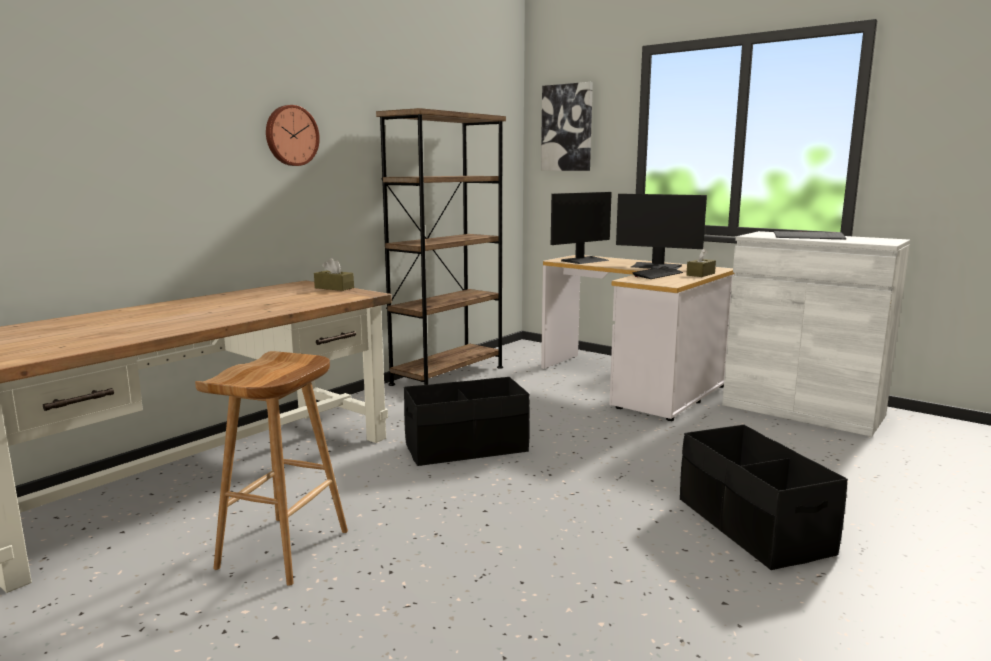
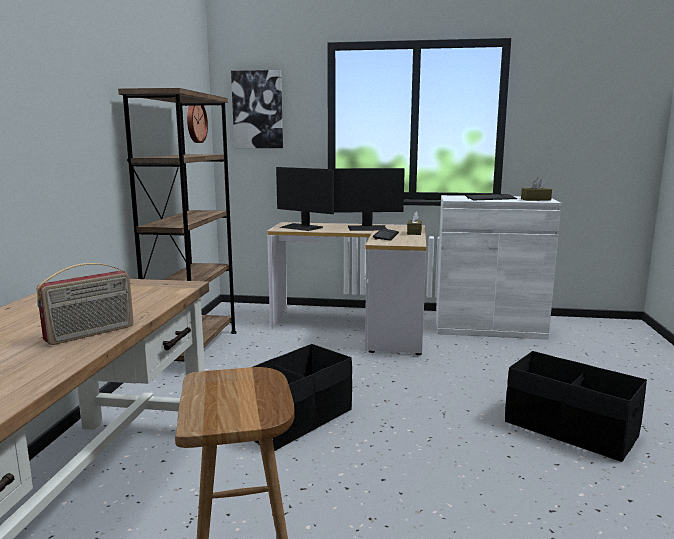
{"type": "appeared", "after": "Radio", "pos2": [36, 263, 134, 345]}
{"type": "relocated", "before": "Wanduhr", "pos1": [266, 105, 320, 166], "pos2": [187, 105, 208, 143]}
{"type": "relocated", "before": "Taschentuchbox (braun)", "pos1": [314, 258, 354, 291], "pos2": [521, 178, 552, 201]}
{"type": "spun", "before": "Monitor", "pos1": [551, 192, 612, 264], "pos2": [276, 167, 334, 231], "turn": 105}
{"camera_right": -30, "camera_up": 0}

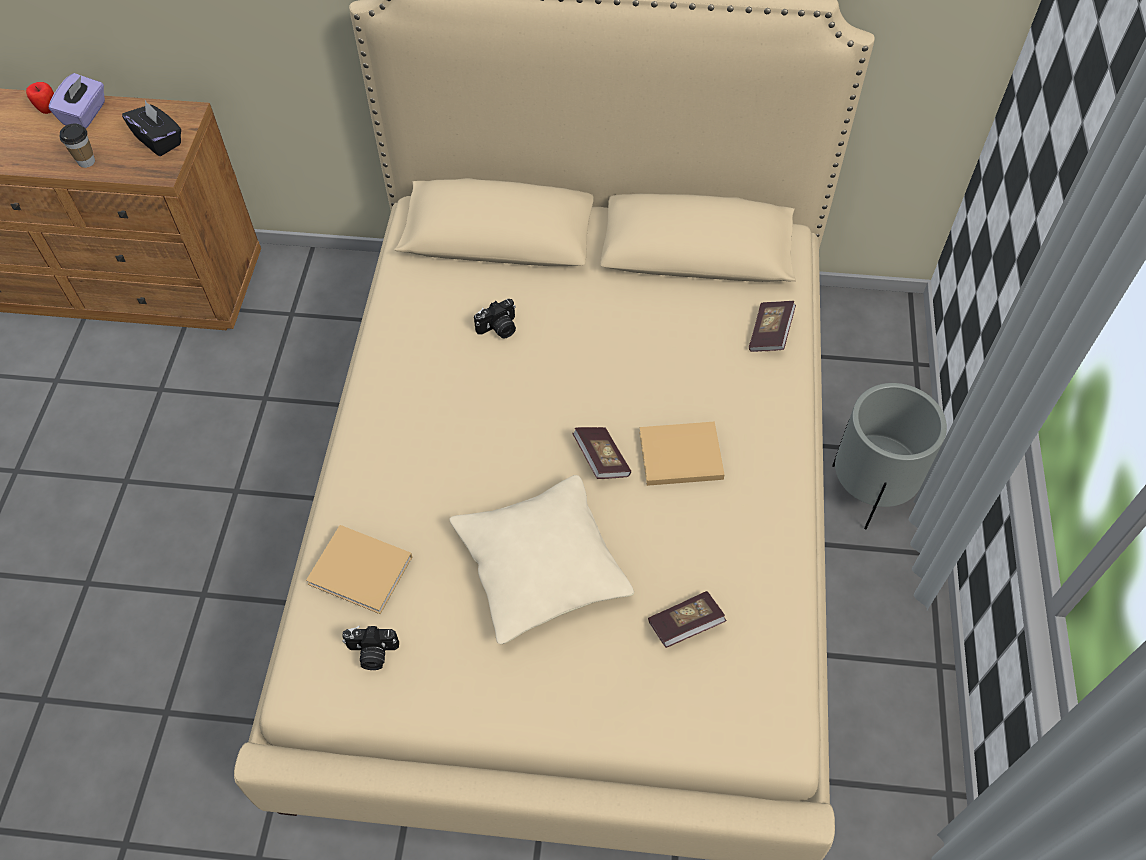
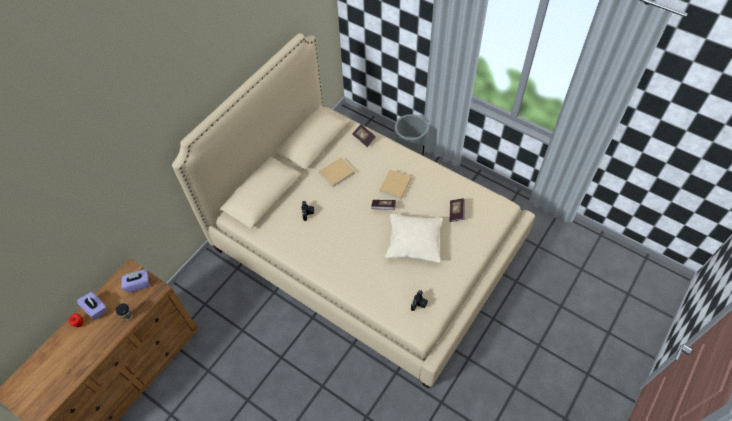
{"type": "relocated", "before": "Buch (beige)", "pos1": [306, 525, 412, 614], "pos2": [319, 157, 355, 187]}
{"type": "colour", "before": "Taschentuchbox (schwarz)", "after": "Taschentuchbox (lila)", "pos1": [122, 100, 181, 156], "pos2": [121, 270, 149, 292]}
{"camera_right": -60, "camera_up": 0}

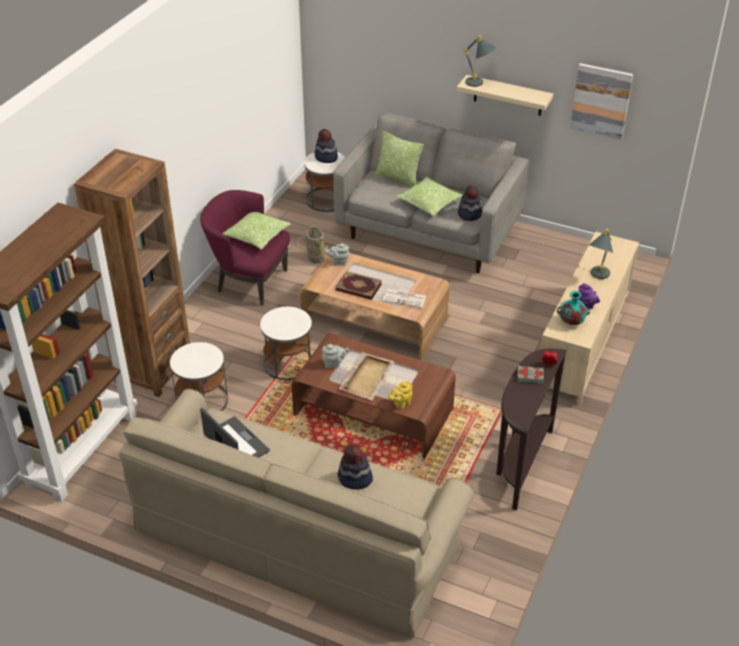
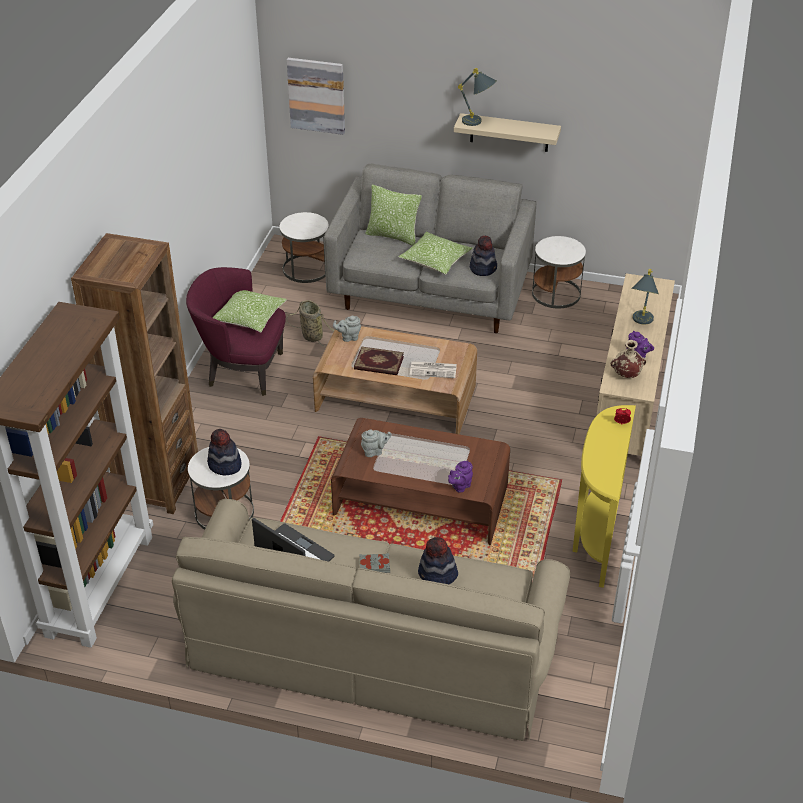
{"type": "missing", "before": "Tablett (beige)", "pos1": [339, 352, 395, 400]}
{"type": "relocated", "before": "Beistelltisch (weiß)", "pos1": [260, 307, 312, 380], "pos2": [532, 236, 586, 309]}
{"type": "relocated", "before": "Hut", "pos1": [315, 129, 338, 163], "pos2": [207, 429, 242, 475]}
{"type": "relocated", "before": "Buch (grau)", "pos1": [517, 366, 544, 384], "pos2": [359, 553, 390, 573]}
{"type": "relocated", "before": "Bild", "pos1": [570, 63, 633, 140], "pos2": [287, 58, 345, 135]}
{"type": "colour", "before": "Teekanne (gelb)", "after": "Teekanne (lila)", "pos1": [388, 381, 412, 409], "pos2": [448, 460, 473, 493]}
{"type": "colour", "before": "Konsolentisch (braun)", "after": "Konsolentisch (gelb)", "pos1": [496, 348, 567, 510], "pos2": [572, 405, 636, 588]}
{"type": "colour", "before": "Vase (türkis)", "after": "Vase (beige)", "pos1": [557, 291, 590, 325], "pos2": [610, 340, 646, 378]}
{"camera_right": -10, "camera_up": 0}

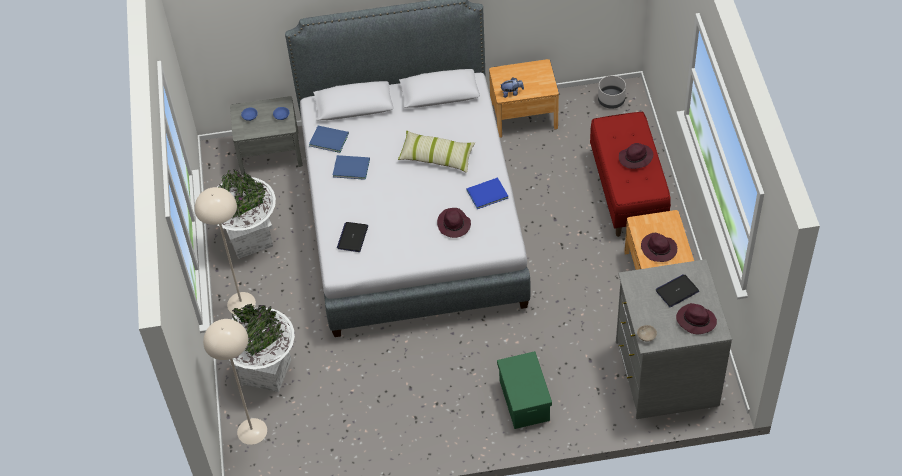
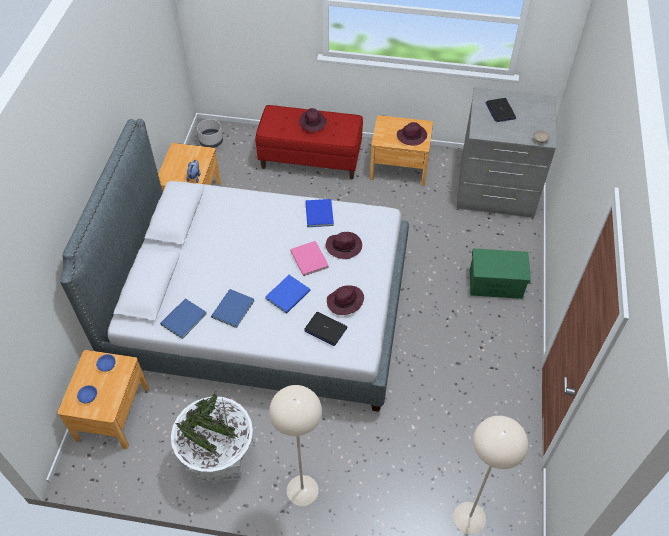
{"type": "missing", "before": "Pflanzkübel (weiß)", "pos1": [229, 304, 295, 392]}
{"type": "missing", "before": "Kissen", "pos1": [398, 131, 475, 173]}
{"type": "appeared", "after": "Buch (blau)", "pos2": [265, 275, 310, 314]}
{"type": "appeared", "after": "Buch (rosa)", "pos2": [290, 241, 329, 276]}
{"type": "relocated", "before": "Hut (lila)", "pos1": [676, 303, 717, 334], "pos2": [327, 285, 364, 315]}
{"type": "colour", "before": "Nachttisch (grau)", "after": "Nachttisch (braun)", "pos1": [230, 96, 303, 175], "pos2": [58, 350, 149, 449]}
{"camera_right": -75, "camera_up": 0}

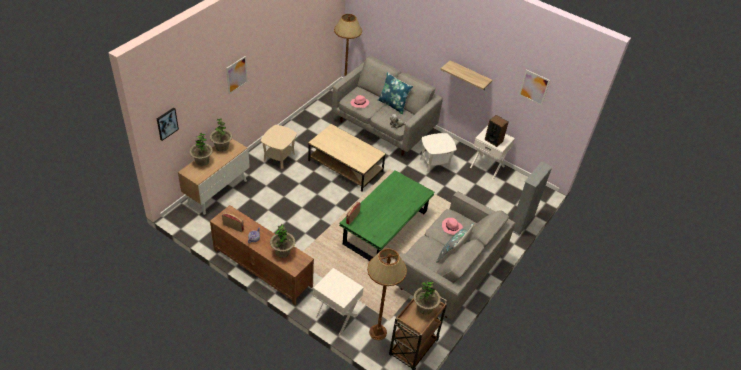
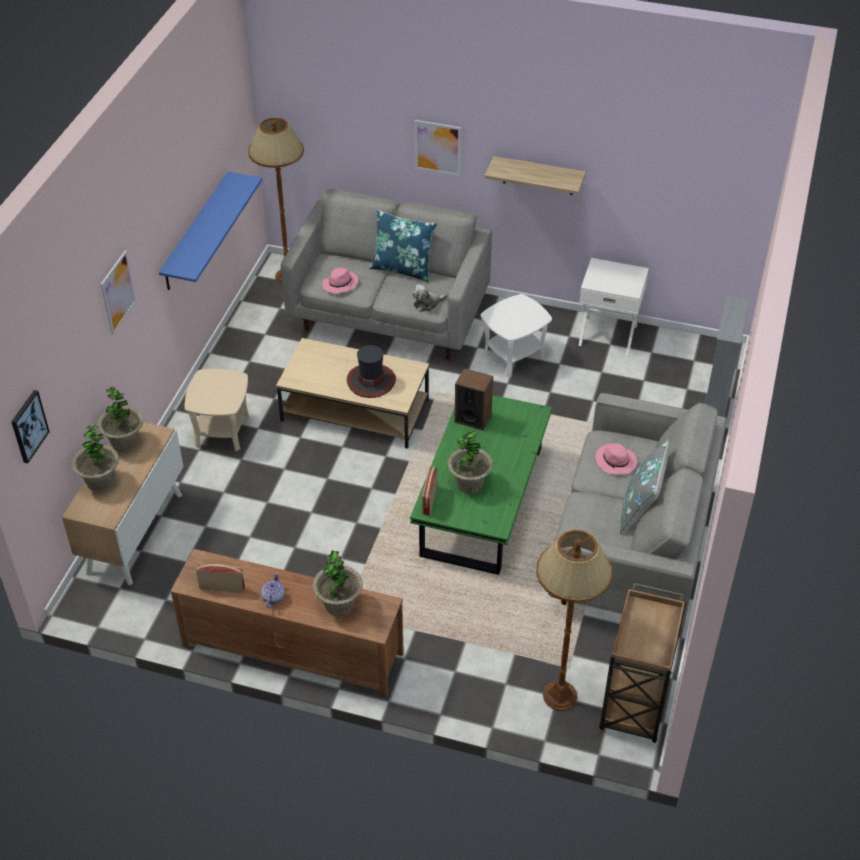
{"type": "missing", "before": "Nachttisch (weiß)", "pos1": [313, 268, 364, 335]}
{"type": "appeared", "after": "Wandregal (blau)", "pos2": [159, 171, 262, 290]}
{"type": "appeared", "after": "Hut", "pos2": [347, 345, 396, 398]}
{"type": "relocated", "before": "Topfpflanze", "pos1": [414, 280, 441, 315], "pos2": [448, 431, 493, 493]}
{"type": "relocated", "before": "Lautsprecher", "pos1": [485, 115, 509, 147], "pos2": [454, 368, 493, 431]}
{"type": "relocated", "before": "Bild", "pos1": [519, 70, 550, 106], "pos2": [415, 120, 461, 176]}
{"camera_right": -15, "camera_up": 0}

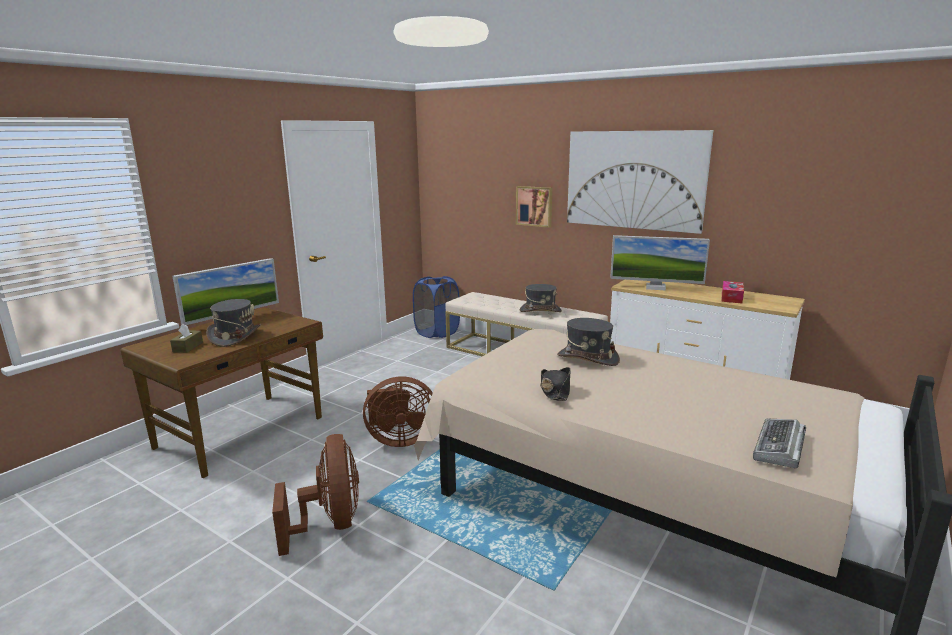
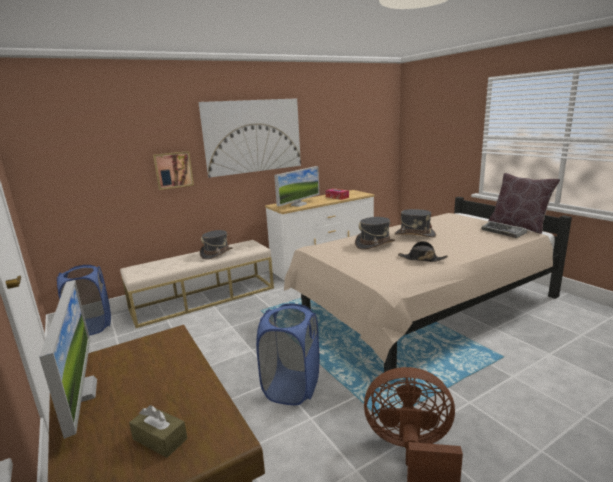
{"type": "appeared", "after": "Kissen (braun)", "pos2": [489, 173, 560, 234]}
{"type": "relocated", "before": "Hut (grau)", "pos1": [206, 299, 261, 347], "pos2": [395, 209, 436, 237]}
{"type": "exchanged", "before": "Ventilator (braun)", "after": "Wäschekorb (blau)", "pos1": [363, 376, 433, 447], "pos2": [256, 304, 320, 405]}
{"camera_right": -65, "camera_up": 0}

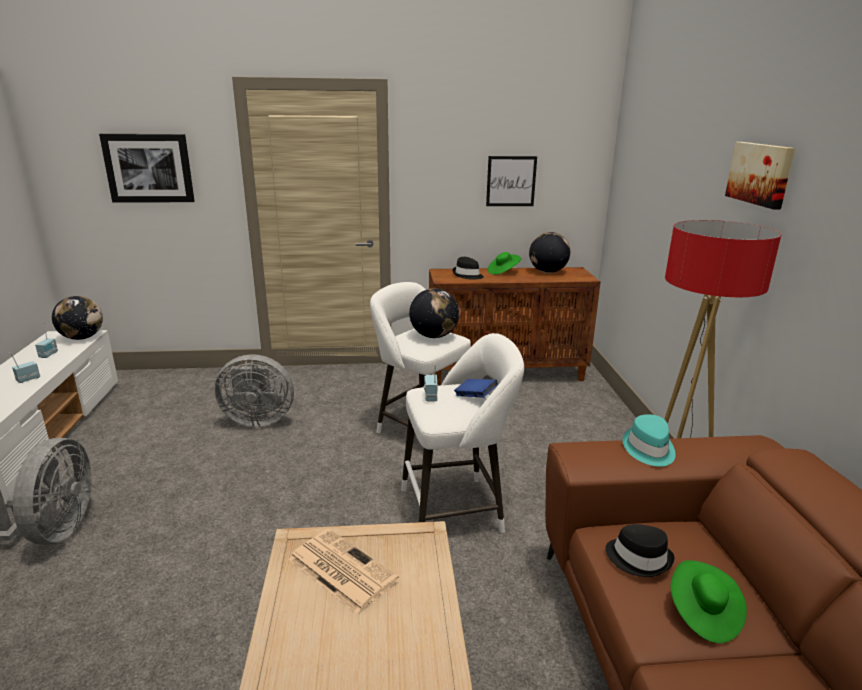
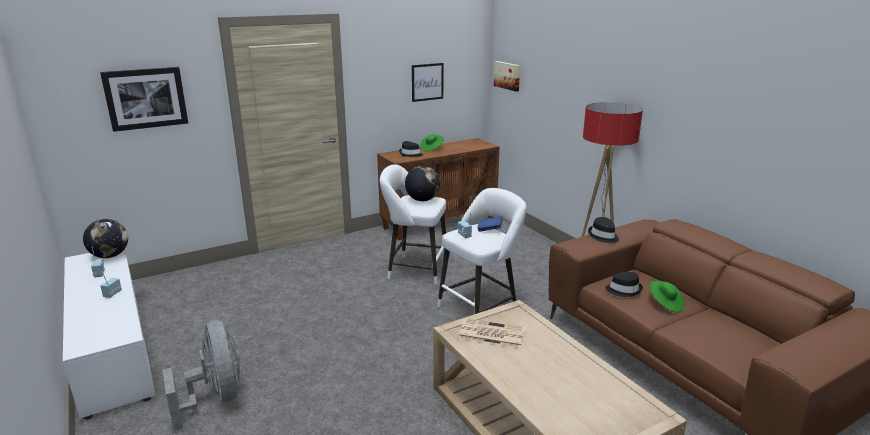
{"type": "missing", "before": "Ventilator (grau)", "pos1": [215, 354, 294, 427]}
{"type": "missing", "before": "Globus", "pos1": [529, 232, 570, 273]}
{"type": "relocated", "before": "Bild", "pos1": [725, 142, 795, 209], "pos2": [494, 61, 520, 92]}
{"type": "colour", "before": "Hut (türkis)", "after": "Hut (schwarz)", "pos1": [622, 414, 676, 467], "pos2": [588, 217, 619, 243]}
{"camera_right": -25, "camera_up": 0}

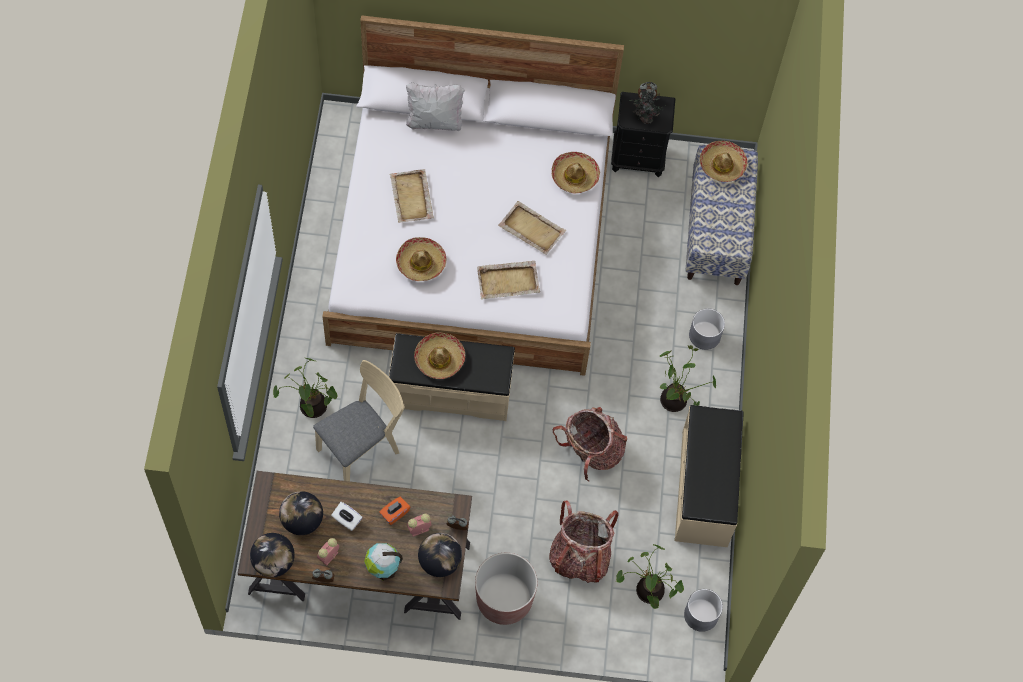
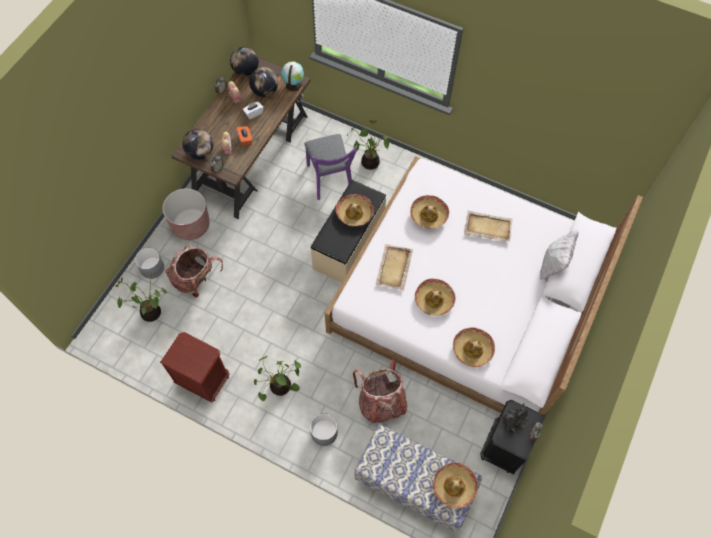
{"type": "relocated", "before": "Globus", "pos1": [364, 543, 403, 581], "pos2": [281, 61, 304, 92]}
{"type": "relocated", "before": "Rucksack", "pos1": [552, 407, 627, 481], "pos2": [353, 358, 407, 423]}
{"type": "relocated", "before": "Pflanzkübel (grau)", "pos1": [684, 589, 723, 632], "pos2": [135, 248, 164, 279]}
{"type": "exchanged", "before": "Tablett (beige)", "after": "Hut", "pos1": [498, 201, 566, 255], "pos2": [415, 279, 455, 316]}
{"type": "exchanged", "before": "Bank (beige)", "after": "Nachttisch (braun)", "pos1": [674, 405, 744, 547], "pos2": [160, 332, 230, 402]}
{"type": "colour", "before": "Stuhl (beige)", "after": "Stuhl (lila)", "pos1": [313, 360, 405, 481], "pos2": [304, 134, 358, 200]}
{"camera_right": 115, "camera_up": 0}

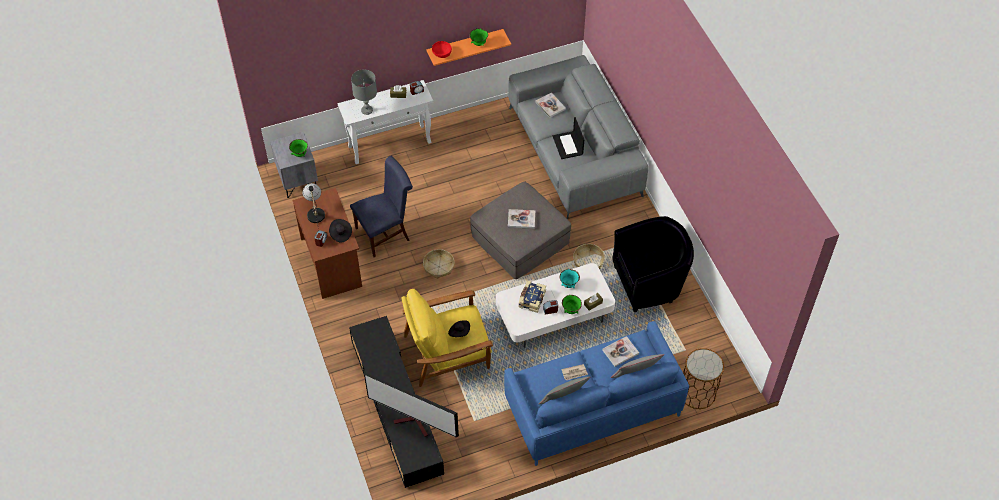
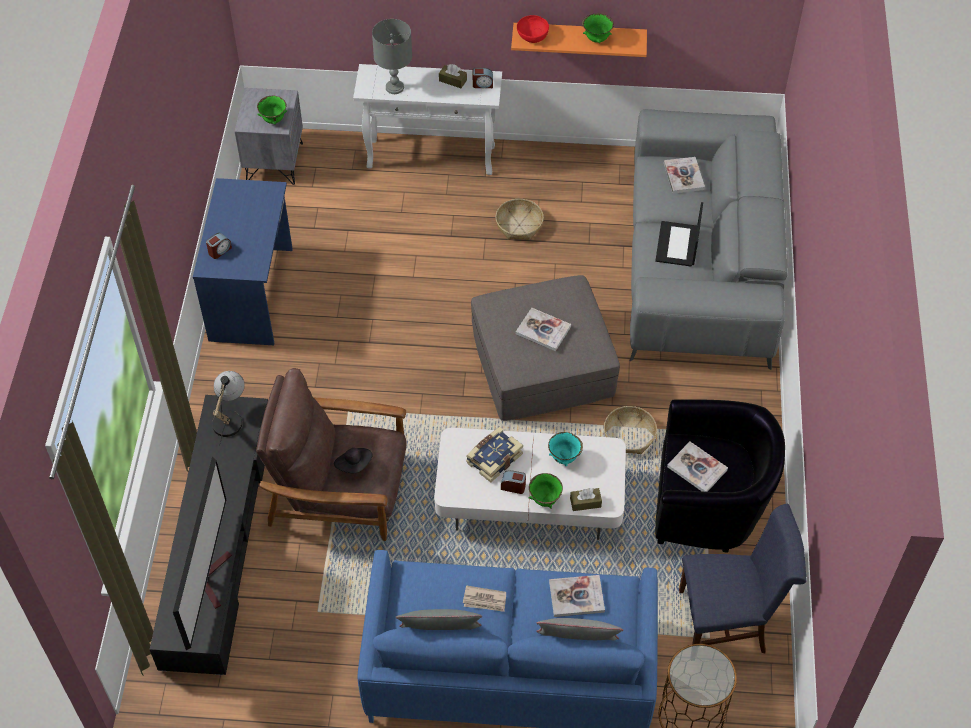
{"type": "missing", "before": "Hut (schwarz)", "pos1": [329, 219, 352, 242]}
{"type": "appeared", "after": "Buch", "pos2": [667, 441, 728, 492]}
{"type": "relocated", "before": "Tischlampe", "pos1": [303, 183, 325, 225], "pos2": [212, 371, 245, 446]}
{"type": "relocated", "before": "Stuhl (blau)", "pos1": [350, 156, 413, 257], "pos2": [679, 504, 806, 653]}
{"type": "relocated", "before": "Korb", "pos1": [423, 249, 455, 279], "pos2": [495, 199, 544, 240]}
{"type": "colour", "before": "Schreibtisch (braun)", "after": "Schreibtisch (blau)", "pos1": [293, 188, 362, 299], "pos2": [193, 178, 293, 345]}
{"type": "colour", "before": "Sessel (gelb)", "after": "Sessel (braun)", "pos1": [401, 289, 493, 387], "pos2": [256, 368, 406, 541]}
{"type": "spun", "before": "Fernseher", "pos1": [364, 372, 459, 437], "pos2": [173, 457, 232, 650], "turn": -135}
{"camera_right": 25, "camera_up": 0}

